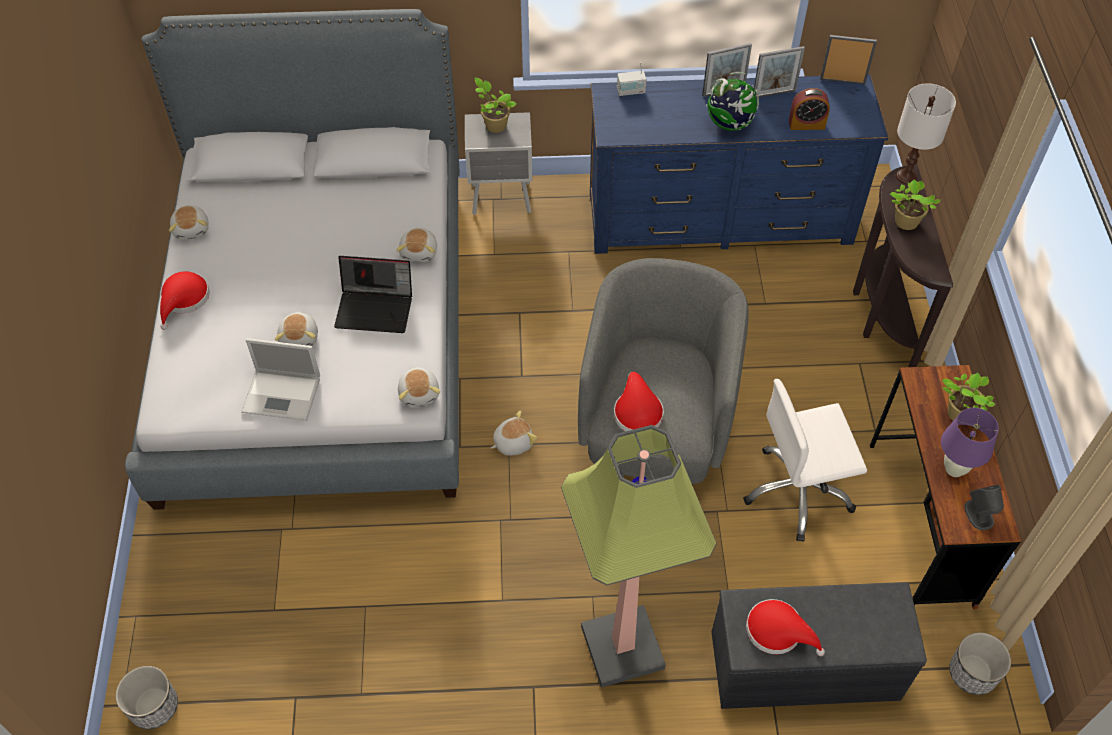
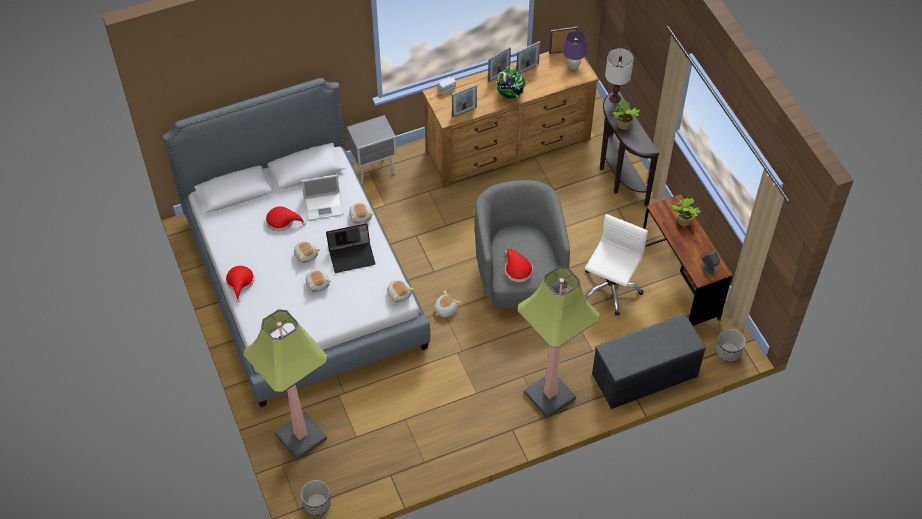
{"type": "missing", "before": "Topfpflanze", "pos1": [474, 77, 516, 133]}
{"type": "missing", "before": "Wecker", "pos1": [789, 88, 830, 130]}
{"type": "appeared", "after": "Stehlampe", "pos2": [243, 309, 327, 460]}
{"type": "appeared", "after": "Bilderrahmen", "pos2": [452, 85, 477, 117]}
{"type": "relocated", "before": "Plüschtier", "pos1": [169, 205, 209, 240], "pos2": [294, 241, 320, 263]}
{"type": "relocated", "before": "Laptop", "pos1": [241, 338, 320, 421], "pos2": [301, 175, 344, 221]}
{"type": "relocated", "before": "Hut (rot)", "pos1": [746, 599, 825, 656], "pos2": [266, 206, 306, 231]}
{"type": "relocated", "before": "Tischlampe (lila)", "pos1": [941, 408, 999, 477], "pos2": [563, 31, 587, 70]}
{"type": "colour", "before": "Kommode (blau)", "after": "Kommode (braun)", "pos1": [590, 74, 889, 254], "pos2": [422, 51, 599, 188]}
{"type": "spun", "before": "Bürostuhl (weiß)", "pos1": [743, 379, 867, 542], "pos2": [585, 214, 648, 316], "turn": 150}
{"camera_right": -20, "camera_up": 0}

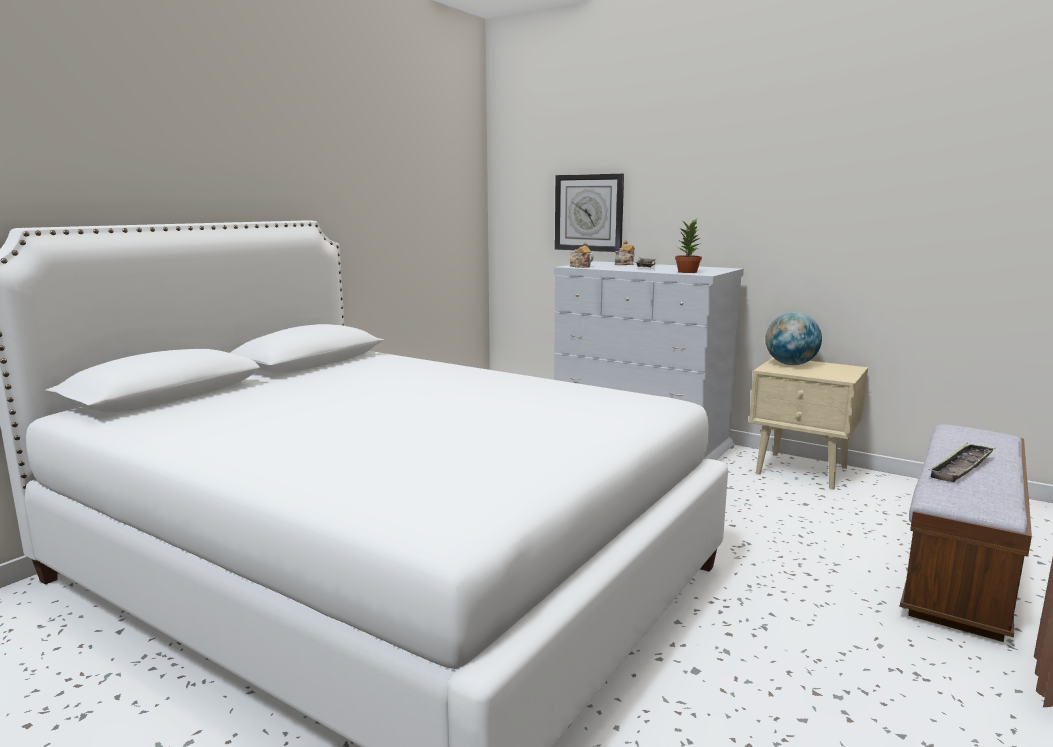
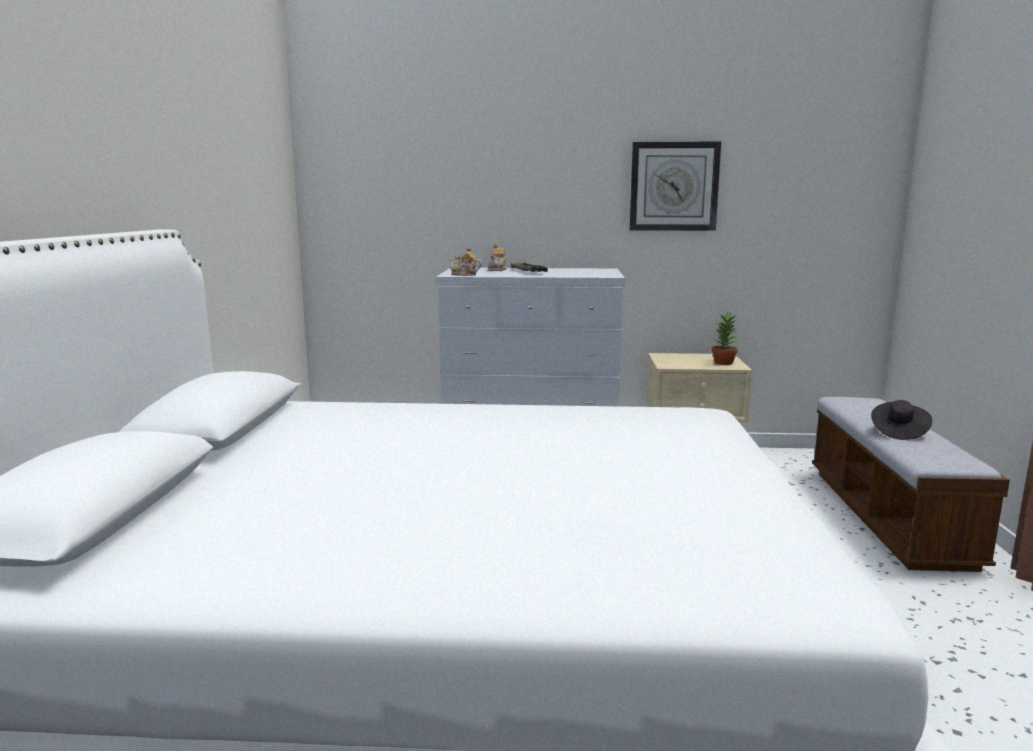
{"type": "missing", "before": "Globus", "pos1": [765, 312, 822, 365]}
{"type": "relocated", "before": "Wanduhr", "pos1": [555, 174, 624, 252], "pos2": [630, 142, 721, 231]}
{"type": "relocated", "before": "Topfpflanze", "pos1": [675, 219, 702, 273], "pos2": [712, 310, 738, 365]}
{"type": "exchanged", "before": "Tablett", "after": "Hut (schwarz)", "pos1": [929, 443, 995, 482], "pos2": [871, 400, 932, 440]}
{"camera_right": -30, "camera_up": 0}

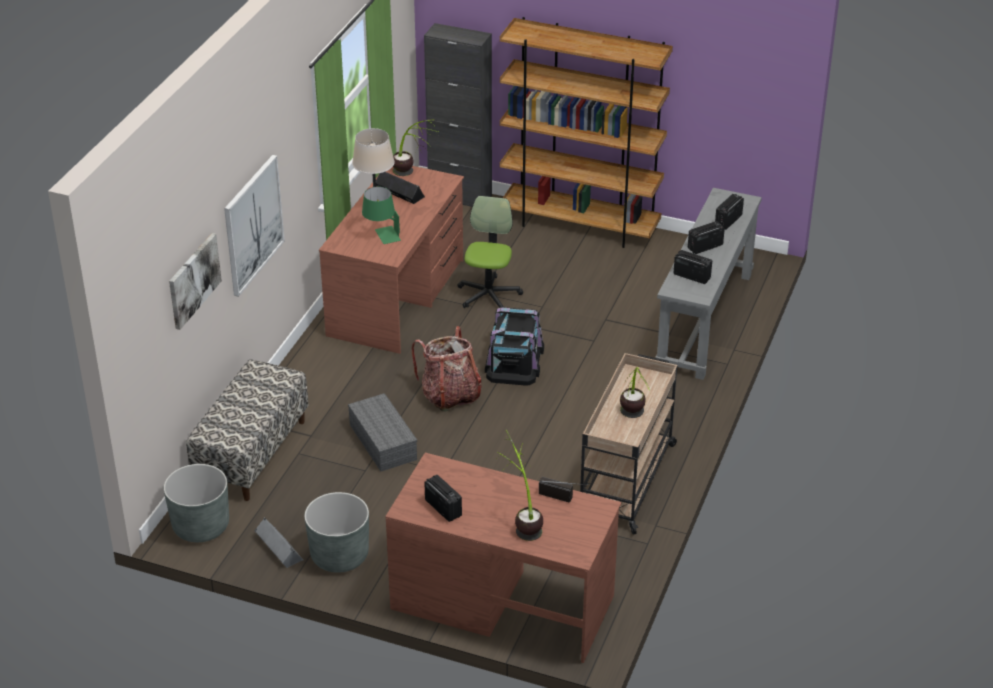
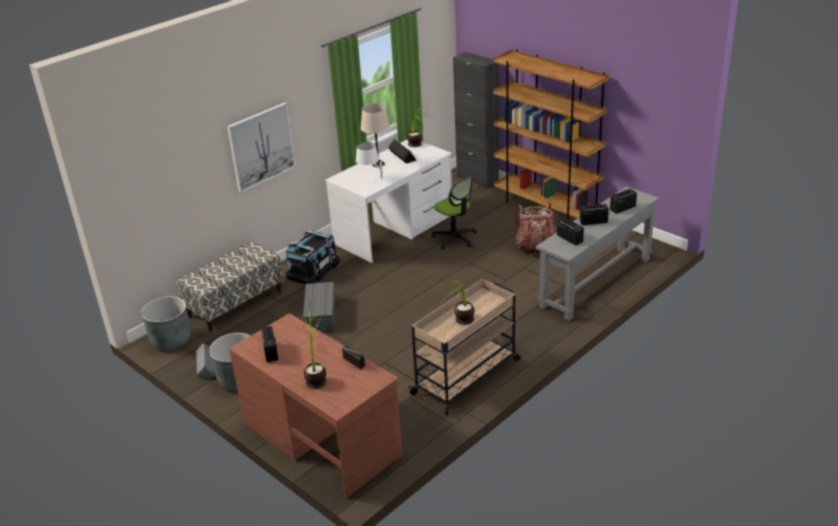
{"type": "missing", "before": "Bild", "pos1": [169, 233, 222, 330]}
{"type": "relocated", "before": "Rucksack", "pos1": [411, 326, 482, 412], "pos2": [515, 202, 555, 256]}
{"type": "relocated", "before": "Aufbewahrungsbox (schwarz)", "pos1": [485, 307, 544, 386], "pos2": [286, 230, 340, 285]}
{"type": "colour", "before": "Schreibtisch (braun)", "after": "Schreibtisch (weiß)", "pos1": [319, 166, 464, 354], "pos2": [325, 140, 452, 263]}
{"type": "colour", "before": "Tischlampe (grün)", "after": "Tischlampe (weiß)", "pos1": [362, 187, 401, 244], "pos2": [356, 142, 383, 183]}
{"type": "spun", "before": "Bürostuhl", "pos1": [457, 196, 523, 308], "pos2": [432, 176, 477, 250], "turn": 105}
{"camera_right": 25, "camera_up": -5}

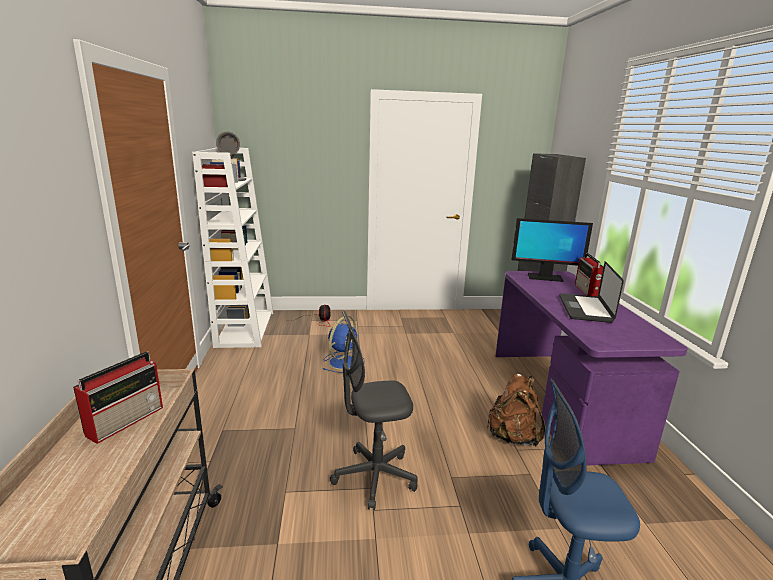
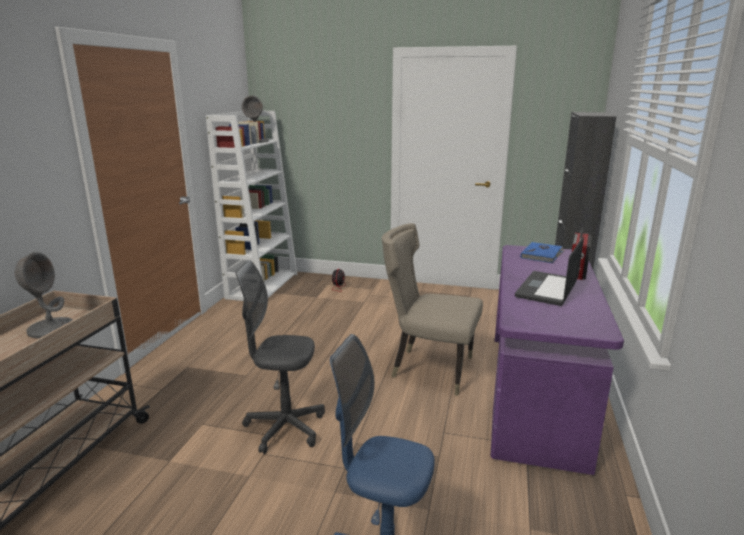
{"type": "missing", "before": "Ventilator (blau)", "pos1": [323, 316, 365, 373]}
{"type": "missing", "before": "Rucksack (braun)", "pos1": [487, 374, 545, 446]}
{"type": "appeared", "after": "Stuhl (beige)", "pos2": [382, 223, 483, 396]}
{"type": "exchanged", "before": "Radio", "after": "Tischlampe (grau)", "pos1": [73, 351, 163, 444], "pos2": [15, 252, 73, 338]}
{"type": "exchanged", "before": "Monitor", "after": "Buch (blau)", "pos1": [512, 218, 593, 282], "pos2": [521, 242, 564, 263]}
{"camera_right": 20, "camera_up": 0}

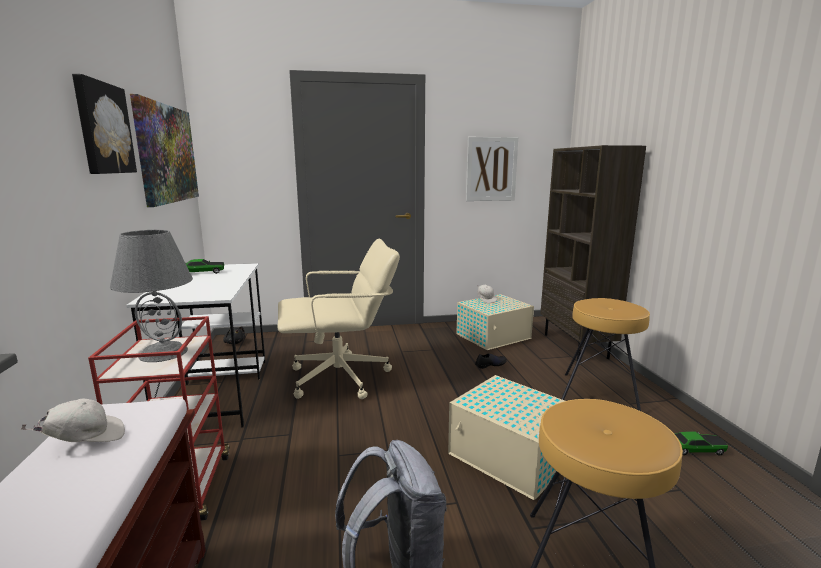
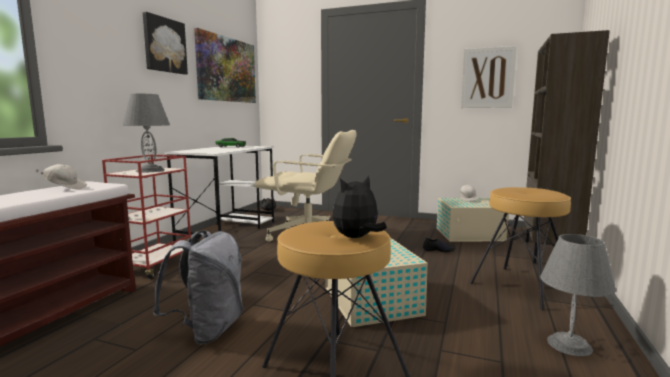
{"type": "appeared", "after": "Plüschtier", "pos2": [333, 175, 387, 238]}
{"type": "exchanged", "before": "Spielzeugauto", "after": "Tischlampe (grau)", "pos1": [675, 431, 728, 456], "pos2": [540, 234, 616, 357]}
{"camera_right": 30, "camera_up": -5}

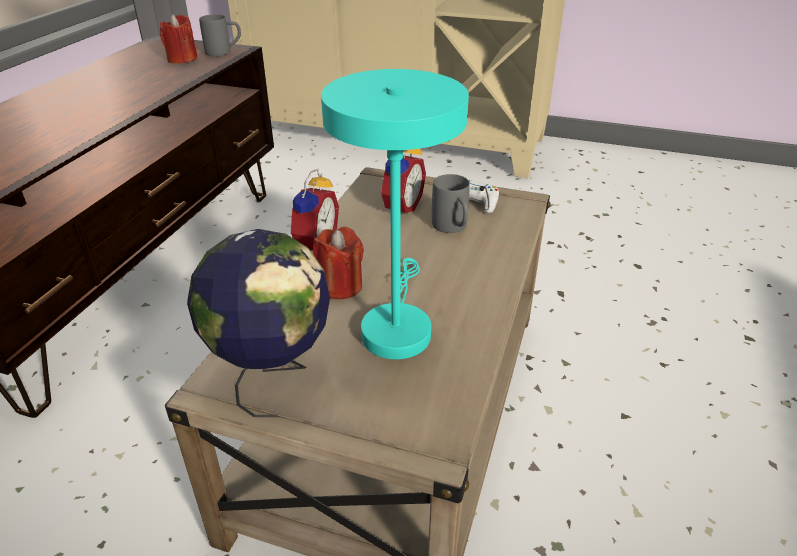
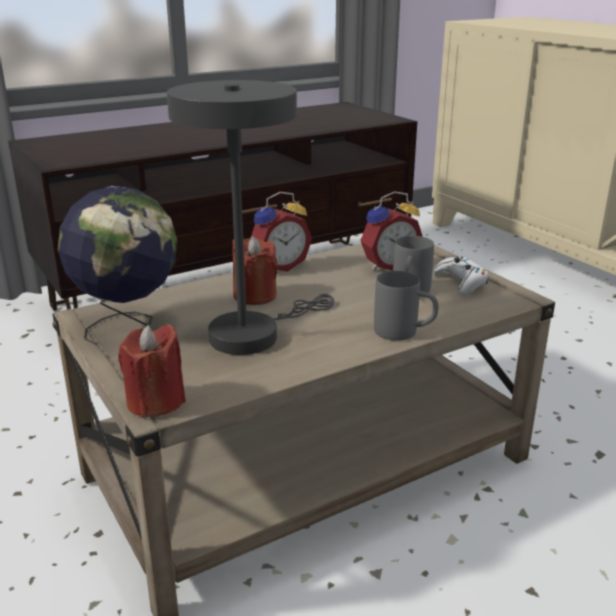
{"type": "relocated", "before": "Kerze (rot)", "pos1": [160, 14, 197, 64], "pos2": [118, 324, 186, 418]}
{"type": "relocated", "before": "Henkelbecher (grau)", "pos1": [199, 14, 241, 56], "pos2": [374, 271, 439, 341]}
{"type": "colour", "before": "Tischlampe (türkis)", "after": "Tischlampe (grau)", "pos1": [321, 69, 469, 359], "pos2": [167, 80, 334, 355]}
{"camera_right": 40, "camera_up": -10}

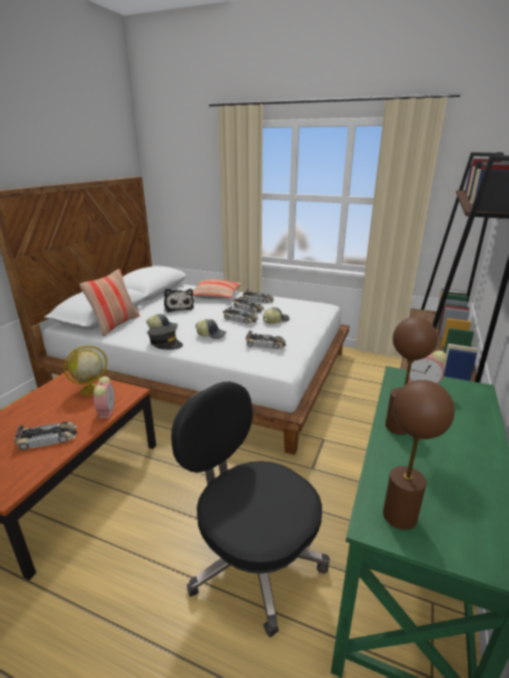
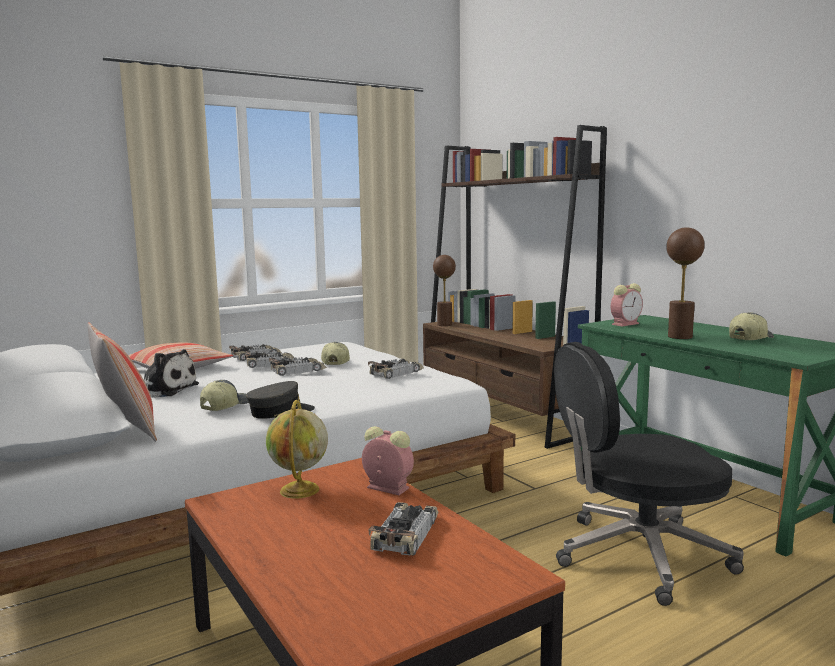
{"type": "relocated", "before": "Kappe", "pos1": [195, 319, 227, 339], "pos2": [729, 312, 774, 340]}
{"type": "relocated", "before": "Tischlampe (braun)", "pos1": [383, 380, 455, 530], "pos2": [433, 255, 456, 326]}
{"camera_right": -55, "camera_up": -15}

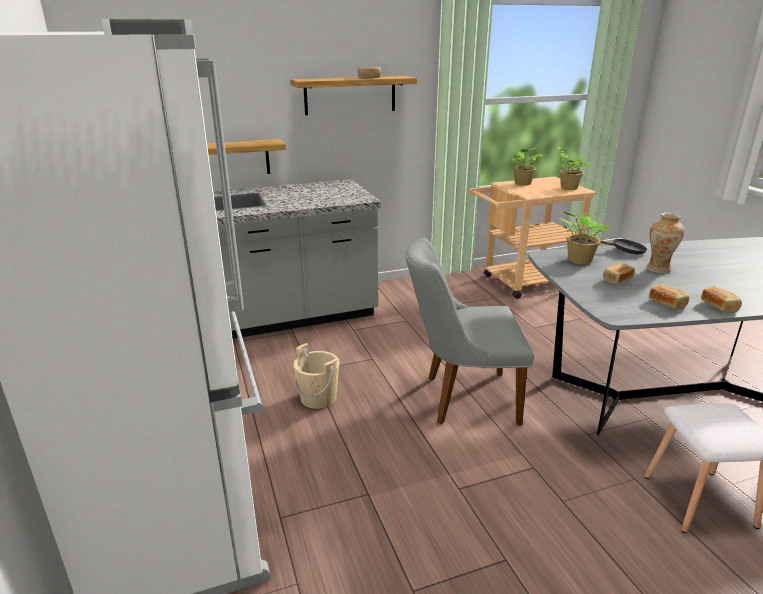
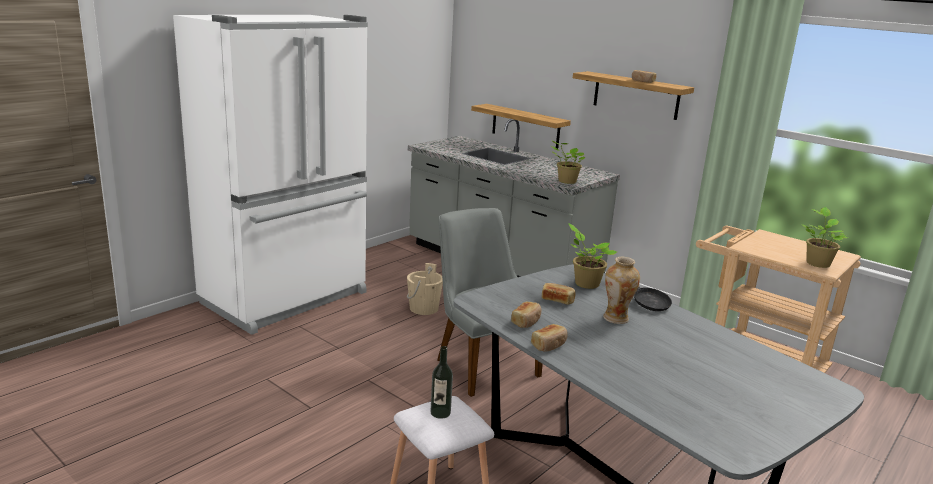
{"type": "appeared", "after": "Flasche", "pos2": [431, 346, 453, 419]}
{"type": "relocated", "before": "Topfpflanze", "pos1": [512, 147, 542, 185], "pos2": [551, 140, 585, 184]}
{"camera_right": 60, "camera_up": -5}

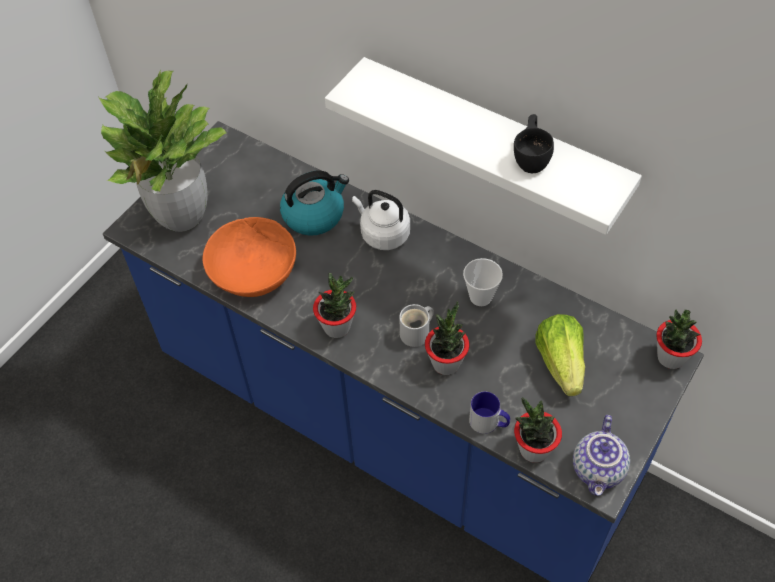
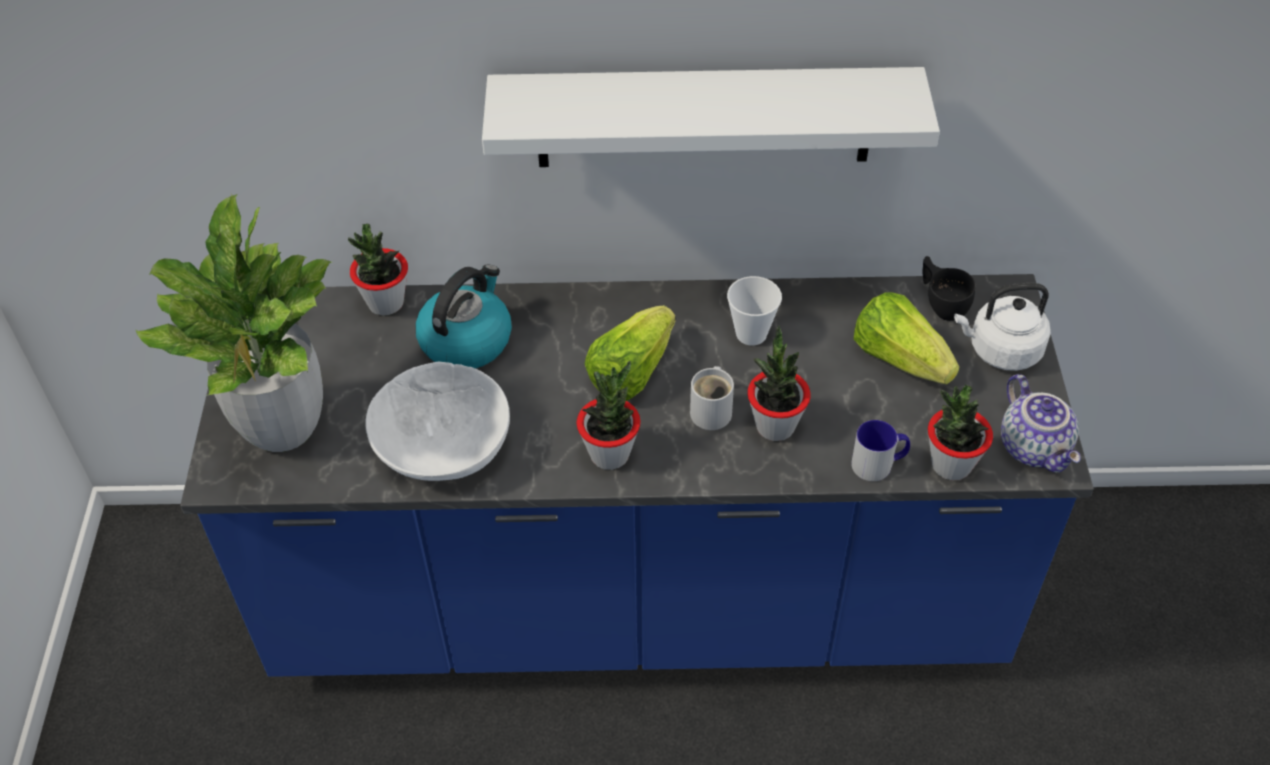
{"type": "appeared", "after": "Salatkopf", "pos2": [585, 306, 675, 401]}
{"type": "relocated", "before": "Wasserkessel (weiß)", "pos1": [352, 190, 410, 250], "pos2": [954, 283, 1051, 371]}
{"type": "relocated", "before": "Tasse (schwarz)", "pos1": [514, 114, 554, 173], "pos2": [922, 256, 975, 321]}
{"type": "relocated", "before": "Topfpflanze", "pos1": [656, 310, 702, 369], "pos2": [348, 224, 408, 316]}
{"type": "colour", "before": "Schüssel (orange)", "after": "Schüssel (weiß)", "pos1": [202, 217, 296, 297], "pos2": [365, 362, 510, 481]}
{"camera_right": -35, "camera_up": -5}

